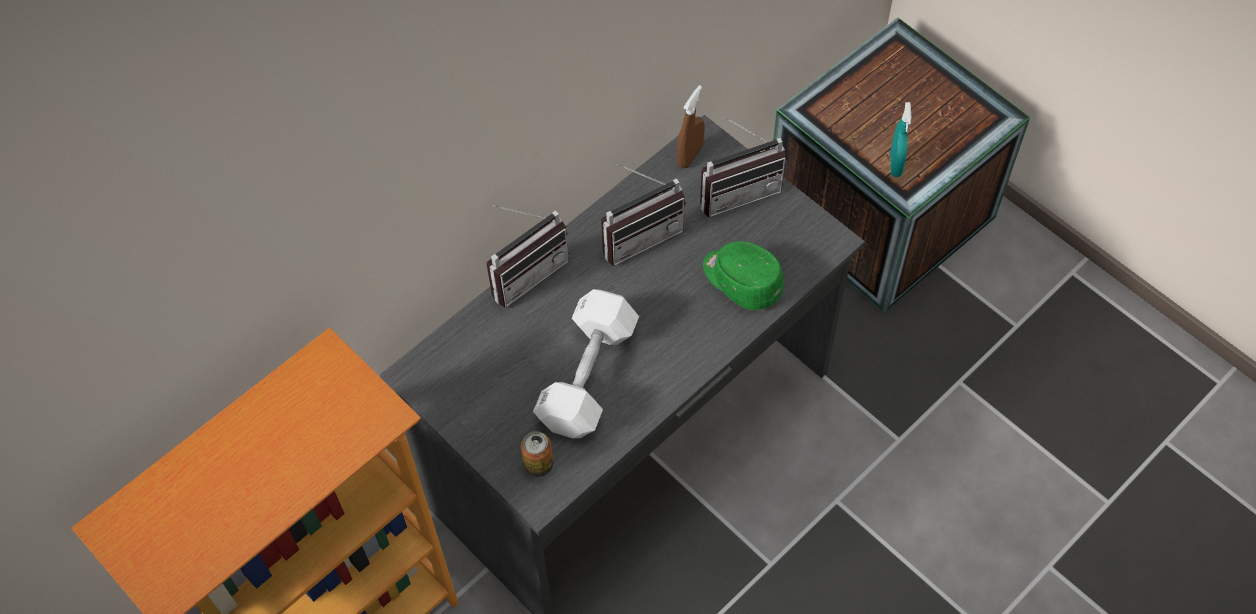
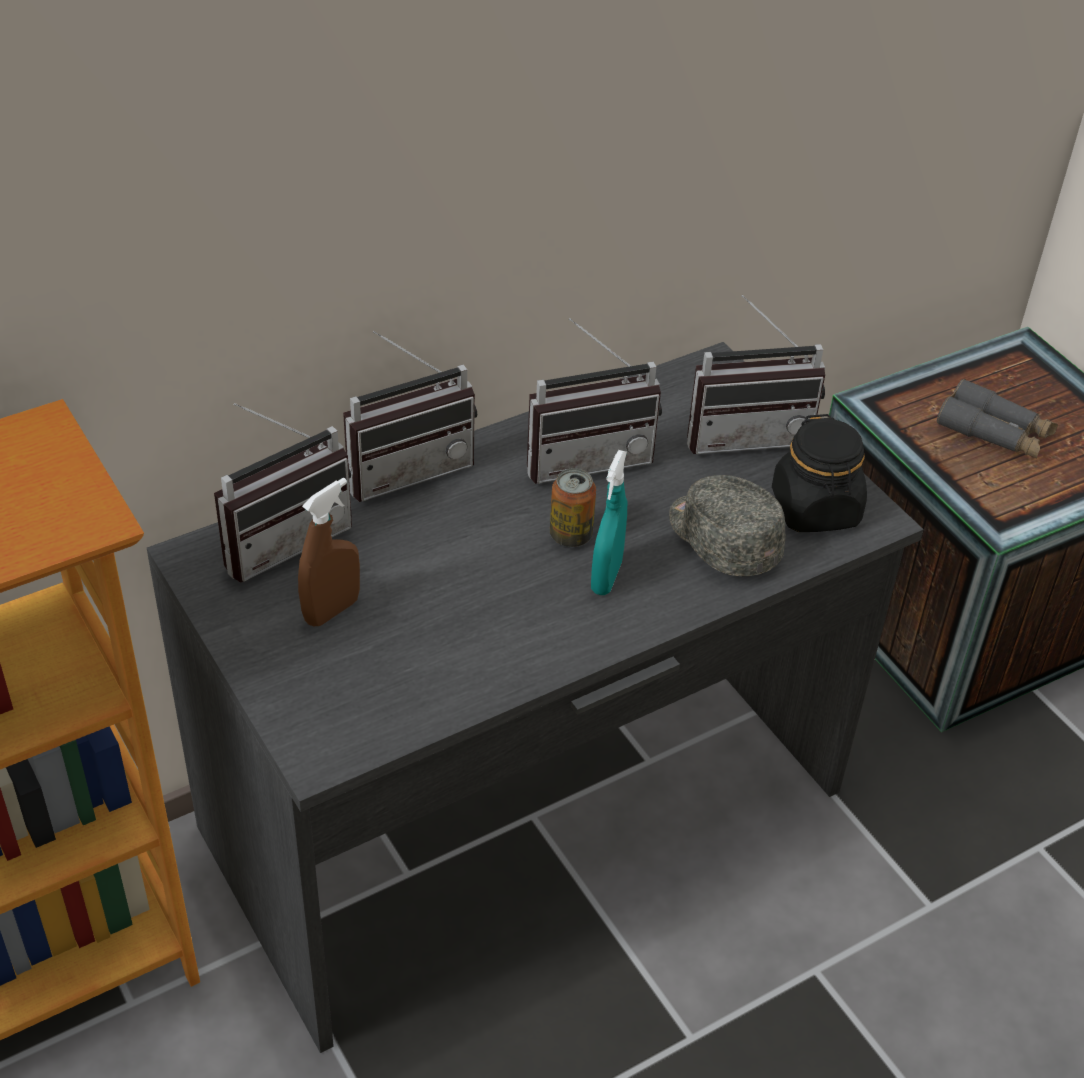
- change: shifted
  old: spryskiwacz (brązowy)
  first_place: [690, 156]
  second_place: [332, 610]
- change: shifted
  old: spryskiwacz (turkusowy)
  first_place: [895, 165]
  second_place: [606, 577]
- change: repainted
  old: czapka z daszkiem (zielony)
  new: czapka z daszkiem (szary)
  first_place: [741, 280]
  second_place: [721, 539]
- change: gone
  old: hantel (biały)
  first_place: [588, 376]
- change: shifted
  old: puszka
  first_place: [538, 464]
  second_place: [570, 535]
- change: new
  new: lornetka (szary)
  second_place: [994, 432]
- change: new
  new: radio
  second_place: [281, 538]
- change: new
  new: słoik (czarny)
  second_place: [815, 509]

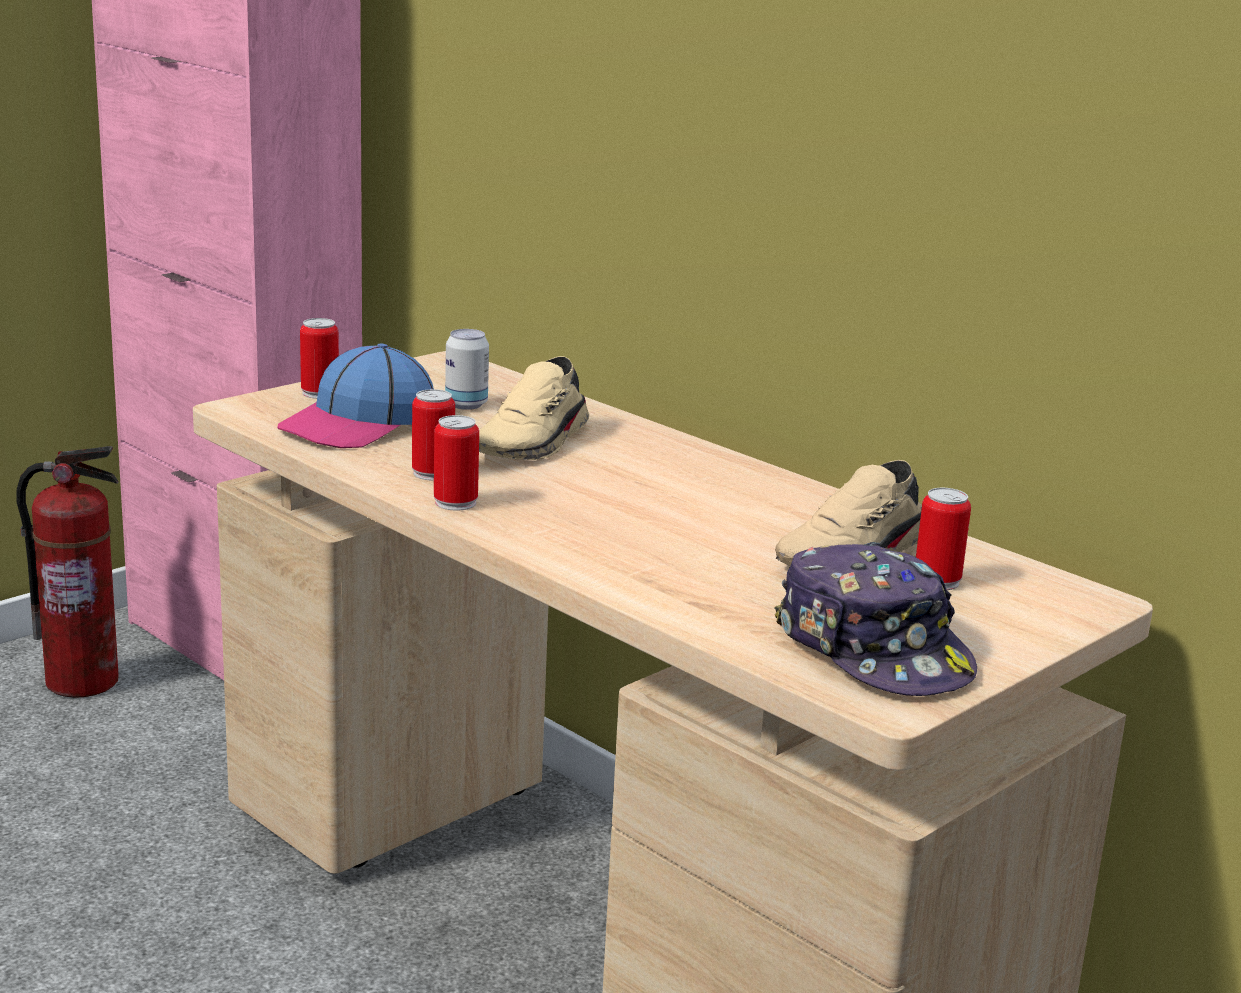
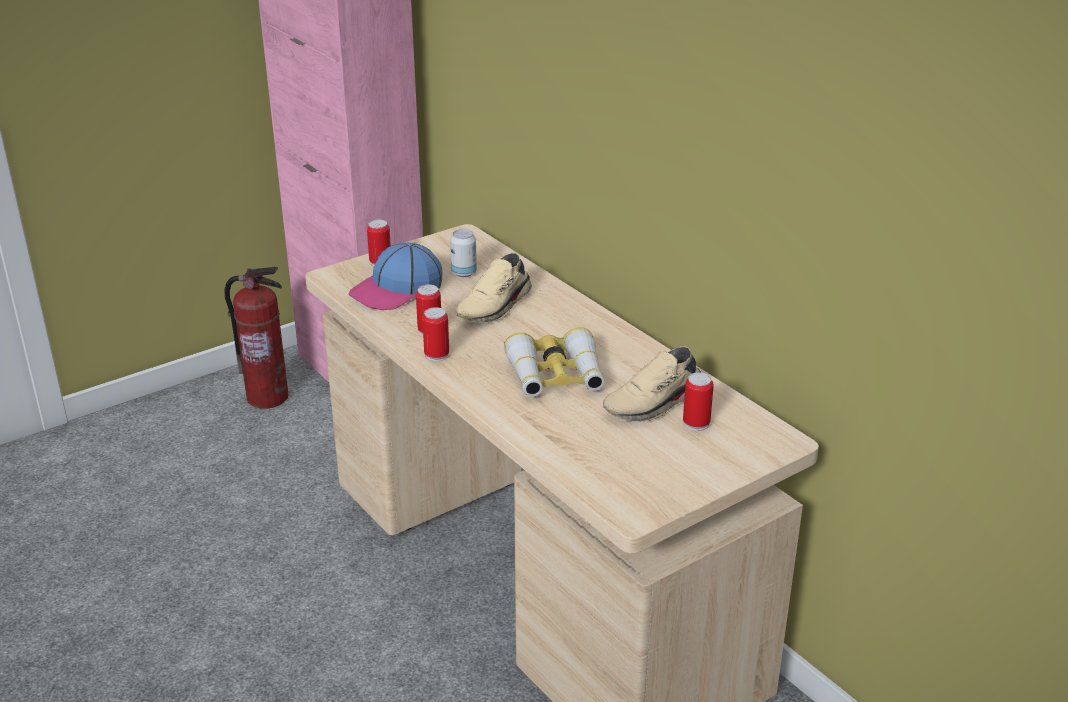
- change: gone
  old: czapka z daszkiem
  first_place: [874, 650]
- change: new
  new: lornetka
  second_place: [556, 376]

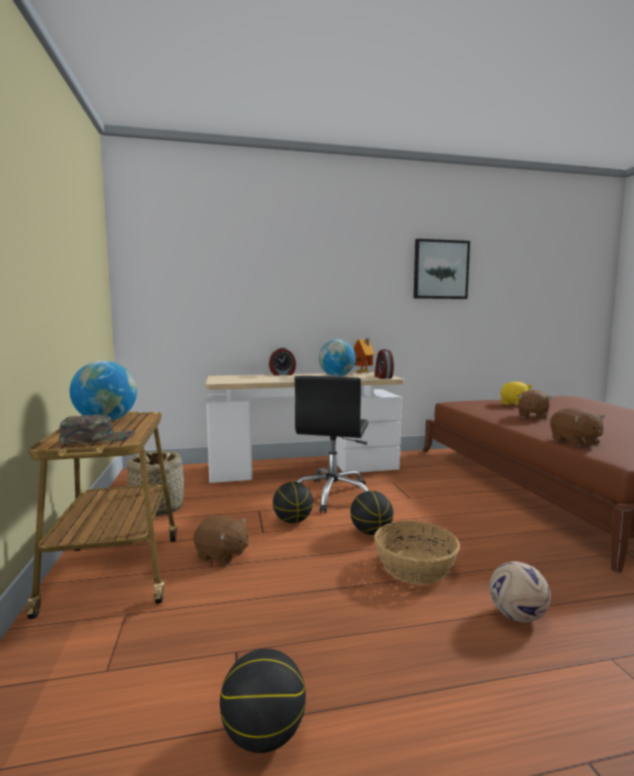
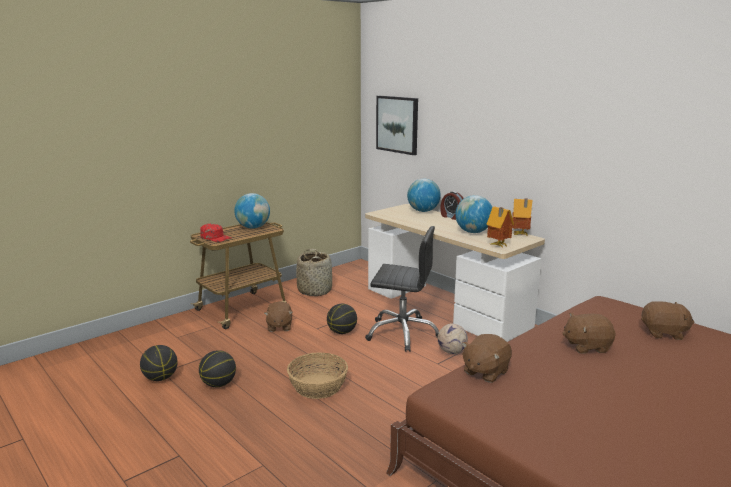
- change: shifted
  old: obraz
  first_place: [440, 269]
  second_place: [397, 124]
- change: swapped
  old: budzik
  new: domek
  first_place: [383, 377]
  second_place: [498, 246]
- change: rotated
  old: krzesło biurowe (czarny)
  first_place: [333, 495]
  second_place: [402, 333]
  degrees: -150
- change: repainted
  old: pluszak (żółty)
  new: pluszak (brązowy)
  first_place: [515, 404]
  second_place: [664, 333]
- change: repainted
  old: czapka z daszkiem (zielony)
  new: czapka z daszkiem (czerwony)
  first_place: [98, 438]
  second_place: [216, 237]
- change: shifted
  old: piłka do koszykówki
  first_place: [371, 532]
  second_place: [218, 384]
- change: shifted
  old: piłka futbolowa
  first_place: [516, 616]
  second_place: [451, 351]
- change: new
  new: globus
  second_place: [423, 211]

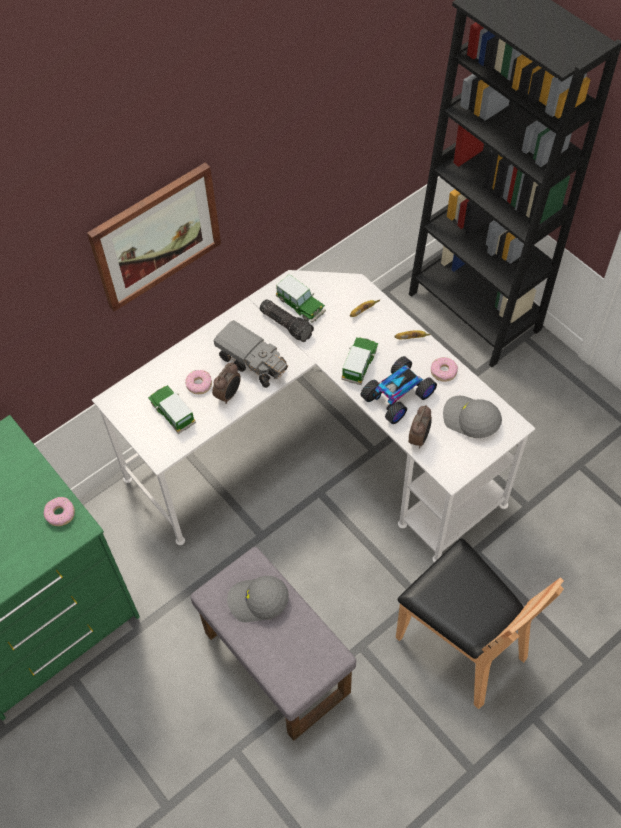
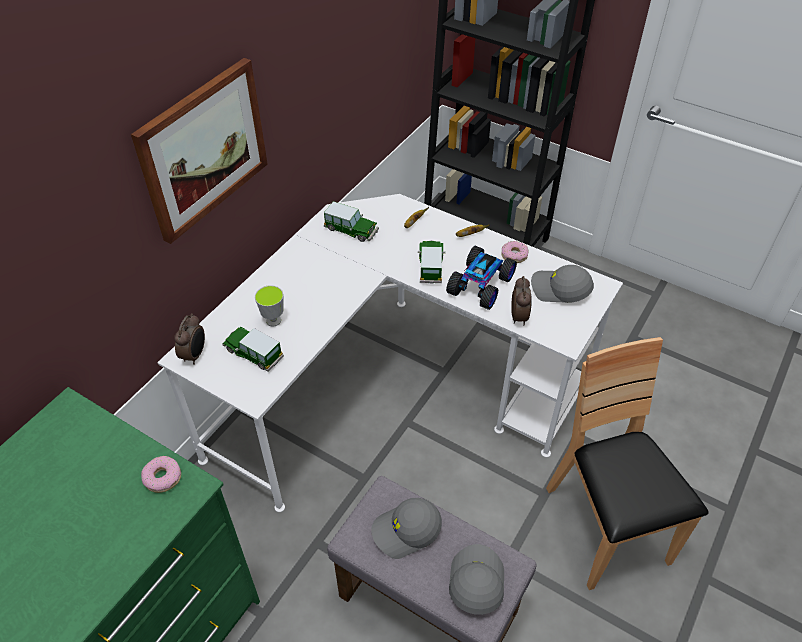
- change: gone
  old: latarka
  first_place: [287, 324]
- change: gone
  old: ciężarówka zabawkowa
  first_place: [253, 363]
- change: shifted
  old: budzik
  first_place: [229, 395]
  second_place: [195, 355]
- change: swapped
  old: donut
  new: filiżanka
  first_place: [199, 384]
  second_place: [273, 320]
- change: rotated
  old: krzesło (brązowy)
  first_place: [461, 644]
  second_place: [605, 527]
  degrees: -135
- change: new
  new: czapka z daszkiem (szary)
  second_place: [475, 582]

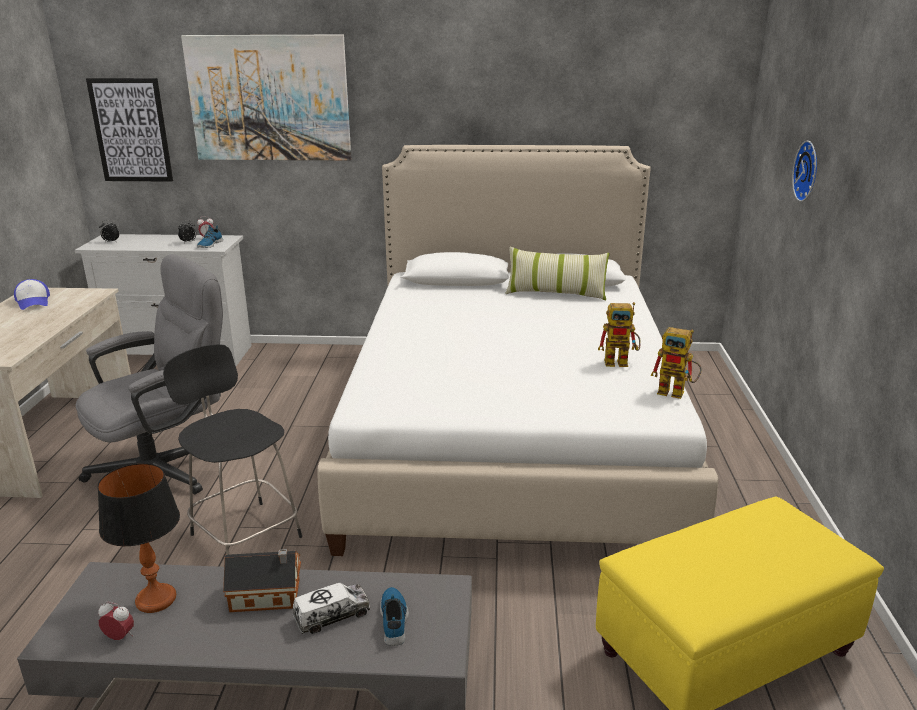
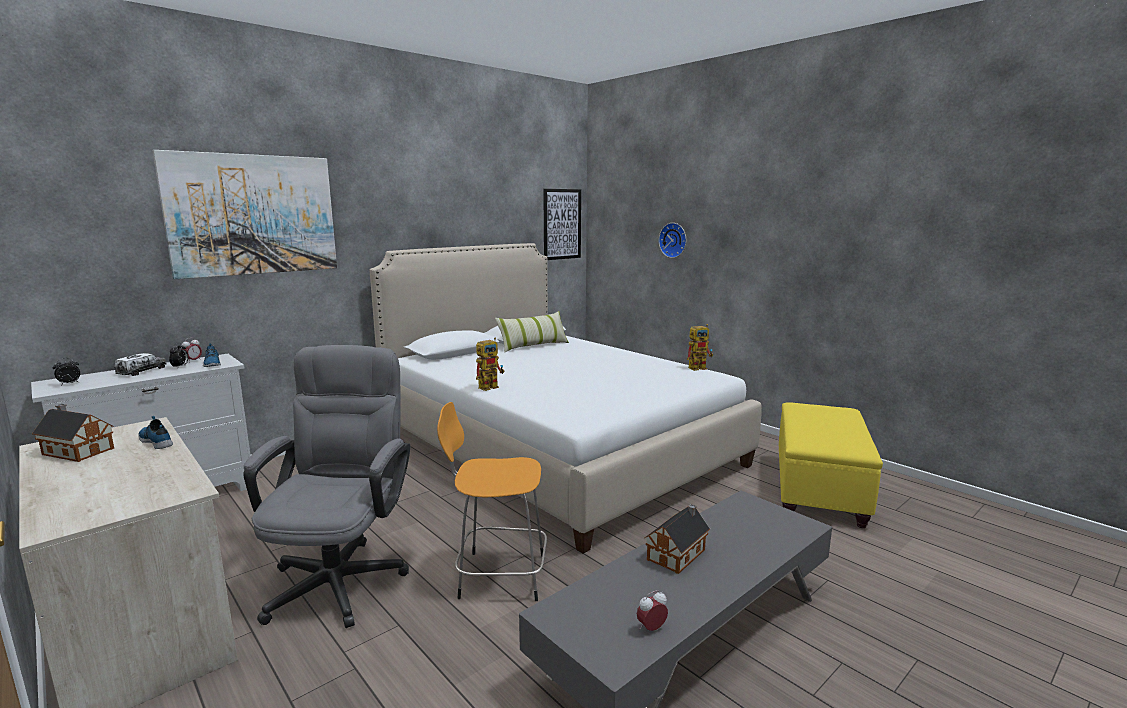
- change: shifted
  old: obraz
  first_place: [131, 130]
  second_place: [562, 224]
- change: swapped
  old: czapka z daszkiem
  new: domek
  first_place: [33, 302]
  second_place: [77, 451]
- change: shifted
  old: robot zabawkowy
  first_place: [621, 362]
  second_place: [491, 386]
- change: repainted
  old: stołek (czarny)
  new: stołek (pomarańczowy)
  first_place: [244, 534]
  second_place: [499, 575]
- change: gone
  old: lampa stołowa
  first_place: [156, 599]
- change: shifted
  old: ciężarówka zabawkowa
  first_place: [332, 616]
  second_place: [142, 371]
- change: shifted
  old: but
  first_place: [394, 619]
  second_place: [157, 441]

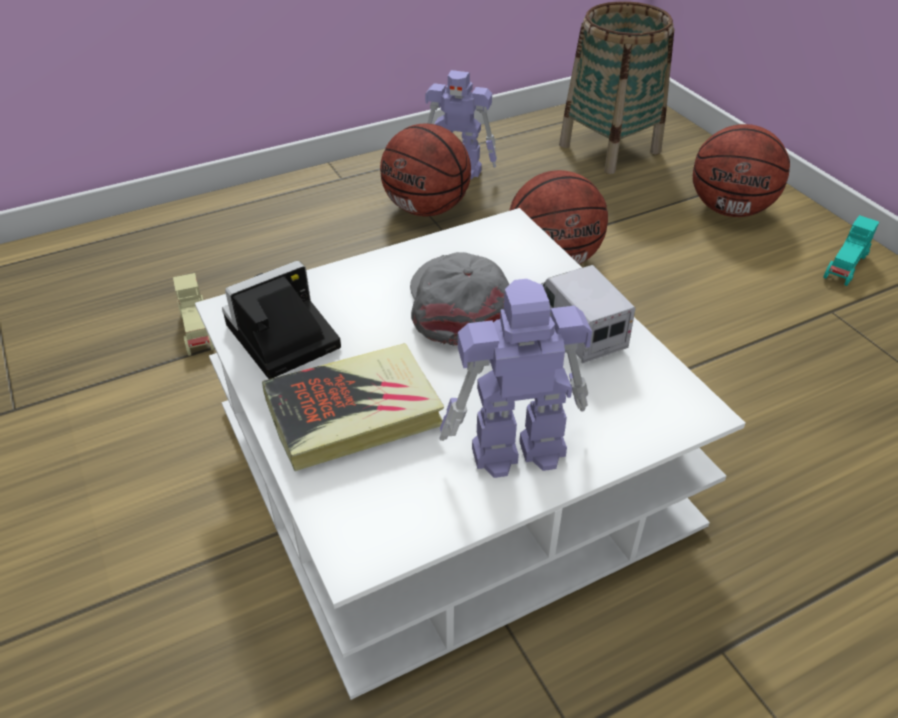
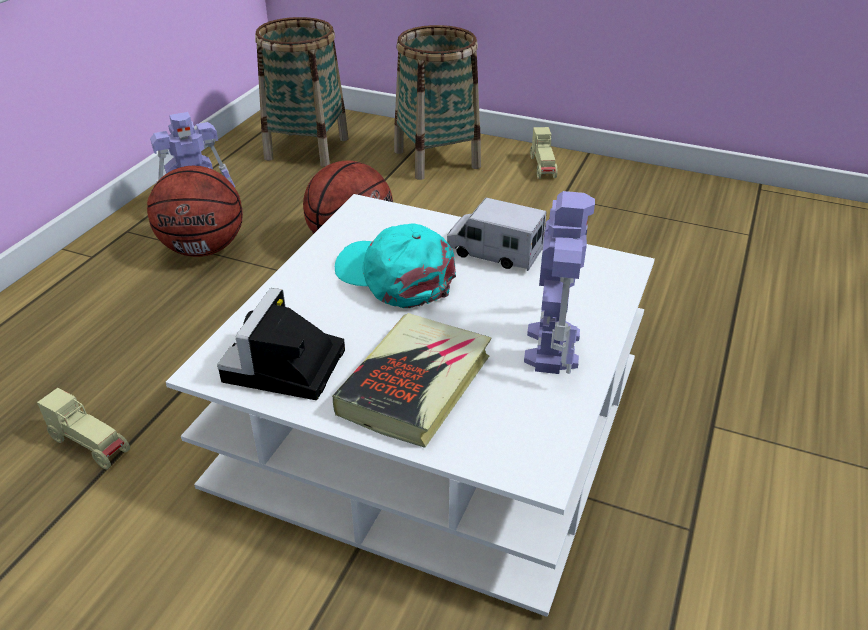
- change: swapped
  old: piłka do koszykówki
  new: koszyk
  first_place: [730, 209]
  second_place: [436, 159]
- change: repainted
  old: samochodzik (turkusowy)
  new: samochodzik (beżowy)
  first_place: [845, 267]
  second_place: [543, 167]
- change: repainted
  old: czapka z daszkiem (szary)
  new: czapka z daszkiem (turkusowy)
  first_place: [459, 305]
  second_place: [395, 276]
- change: rotated
  old: robot zabawkowy
  first_place: [514, 450]
  second_place: [552, 346]
  degrees: 150

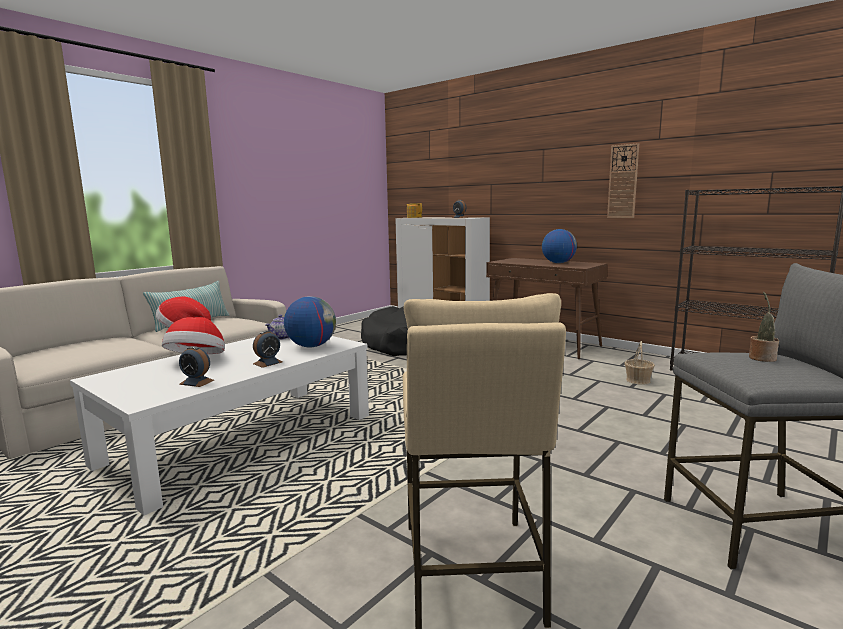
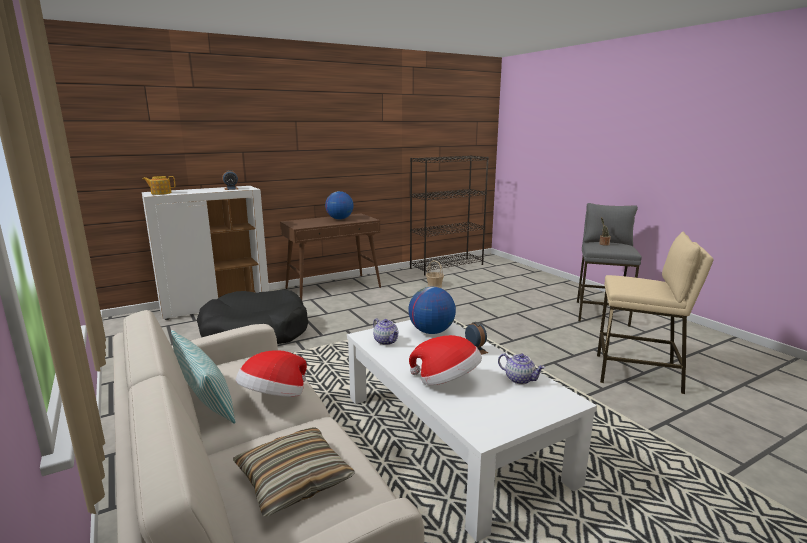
- change: gone
  old: zegar ścienny
  first_place: [623, 181]
- change: swapped
  old: budzik
  new: imbryk
  first_place: [196, 382]
  second_place: [520, 379]
- change: new
  new: poduszka
  second_place: [294, 480]

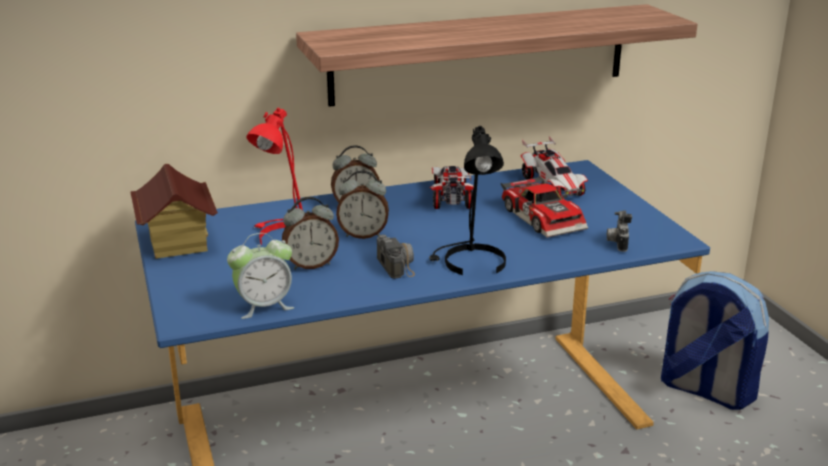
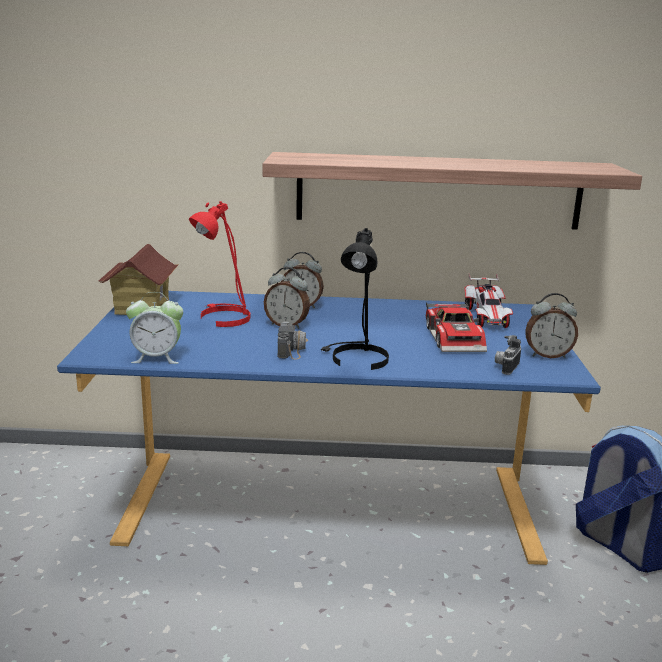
- change: gone
  old: samochodzik
  first_place: [451, 197]
- change: shifted
  old: budzik
  first_place: [311, 265]
  second_place: [547, 355]

